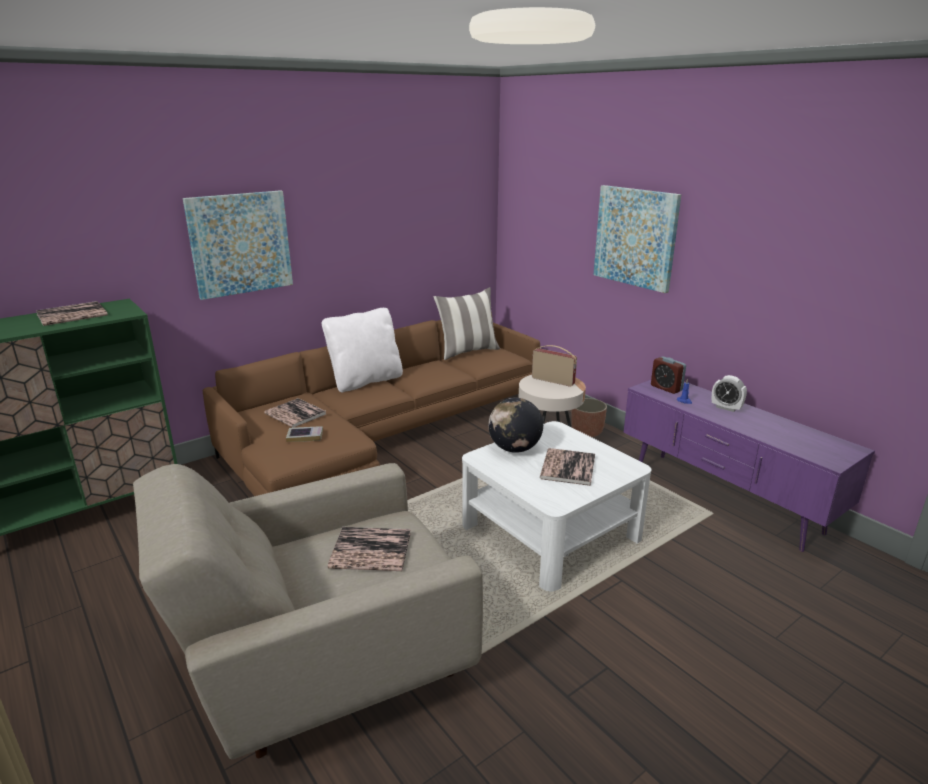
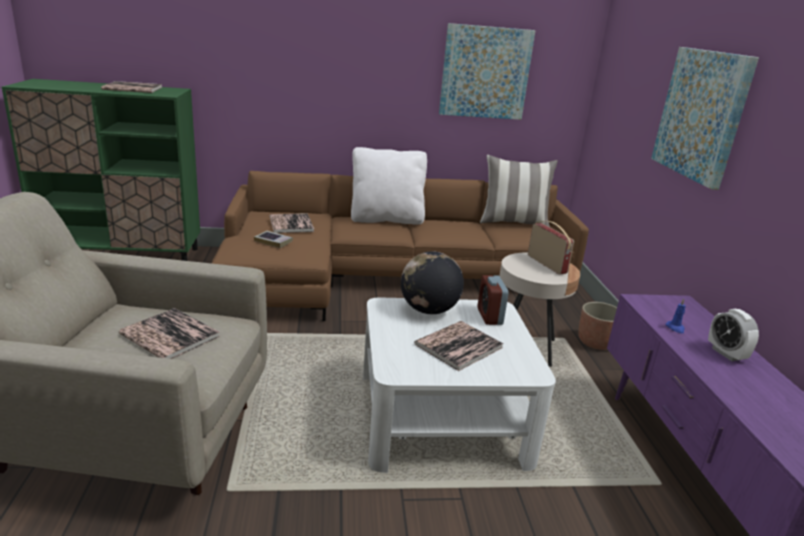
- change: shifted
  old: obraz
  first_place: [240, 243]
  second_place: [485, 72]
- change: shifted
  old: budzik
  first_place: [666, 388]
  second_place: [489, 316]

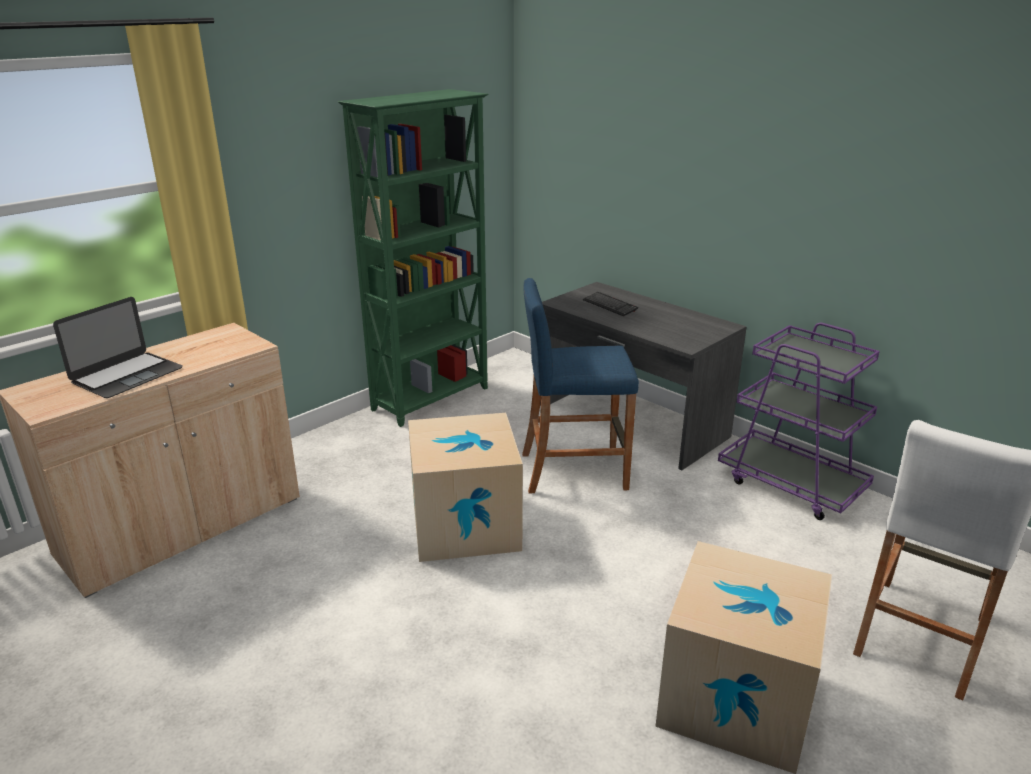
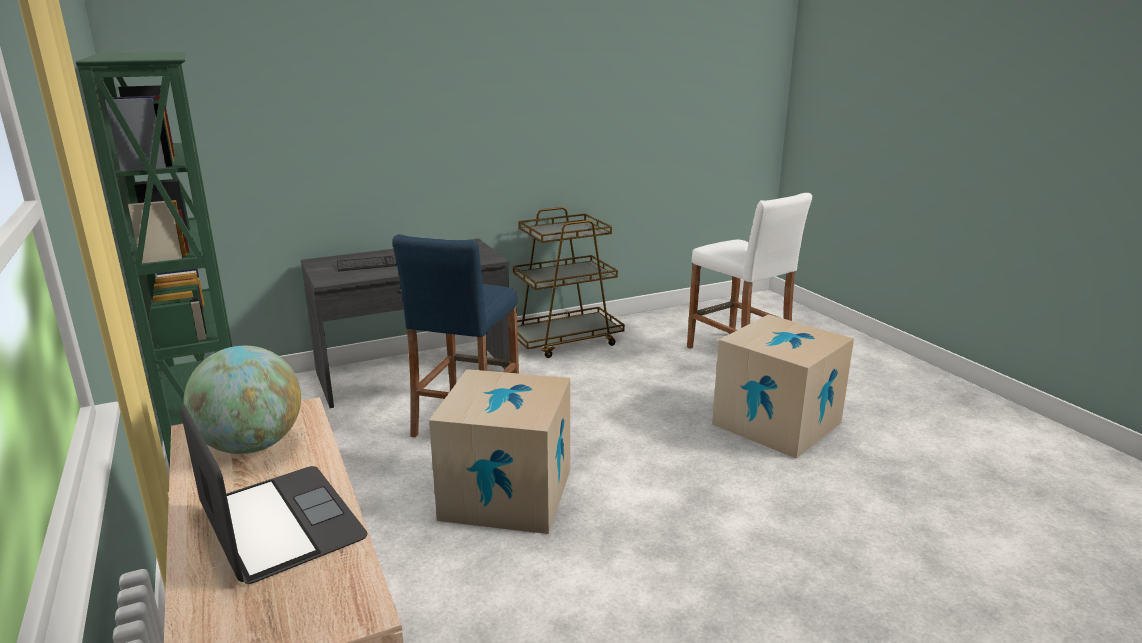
- change: repainted
  old: wózek (fioletowy)
  new: wózek (brązowy)
  first_place: [791, 484]
  second_place: [565, 341]
- change: new
  new: globus
  second_place: [252, 446]

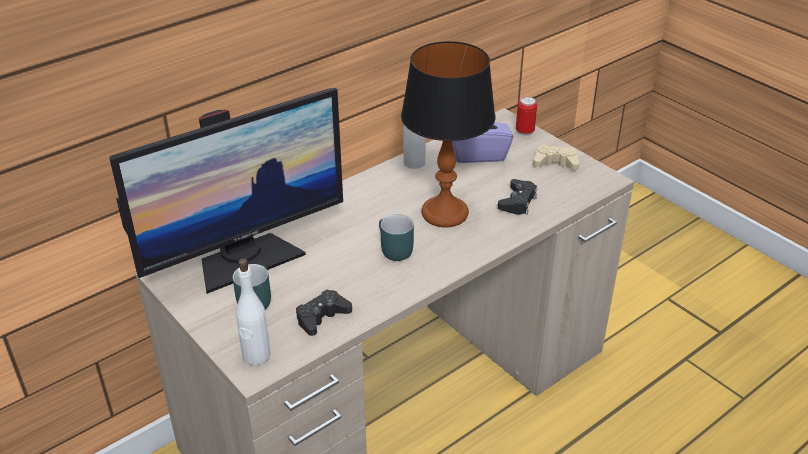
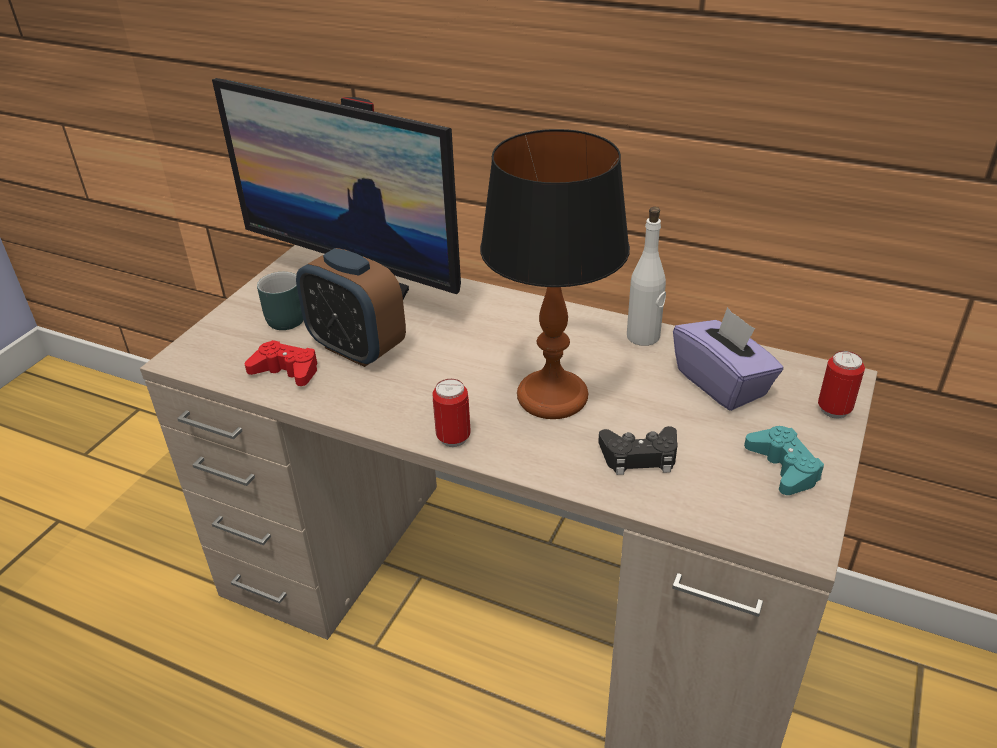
- change: repainted
  old: pad do gier (beżowy)
  new: pad do gier (turkusowy)
  first_place: [555, 163]
  second_place: [783, 467]
- change: gone
  old: kubek (turkusowy)
  first_place: [392, 250]
- change: gone
  old: butelka (biały)
  first_place: [256, 355]
- change: repainted
  old: pad do gier (czarny)
  new: pad do gier (czerwony)
  first_place: [322, 317]
  second_place: [286, 371]
- change: new
  new: budzik
  second_place: [357, 348]
- change: new
  new: puszka
  second_place: [453, 438]

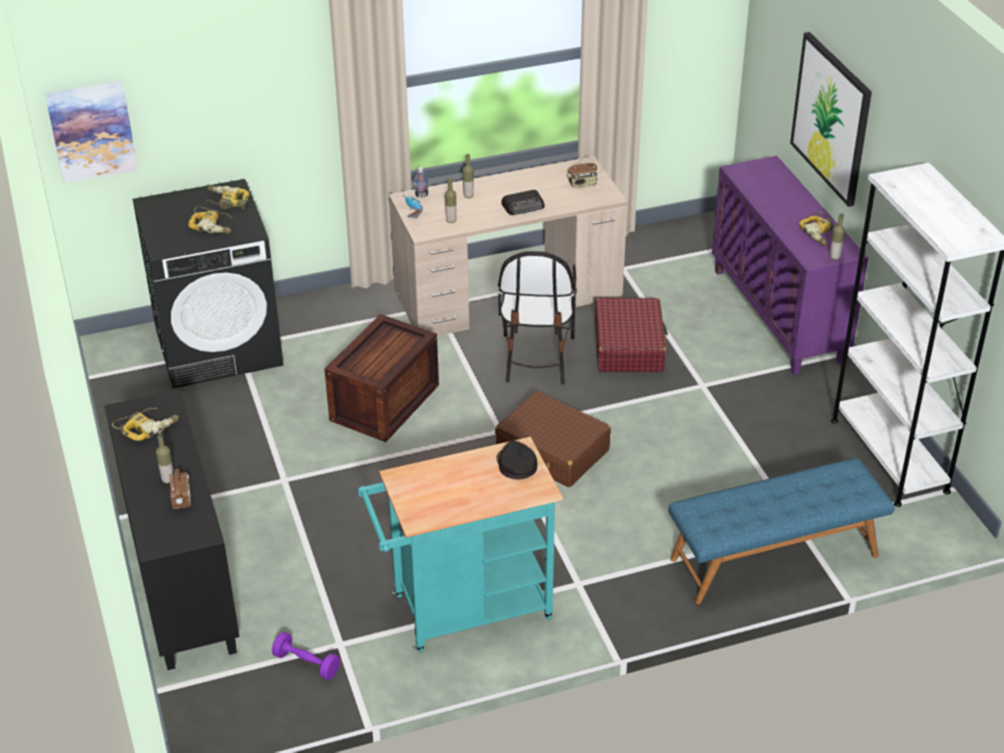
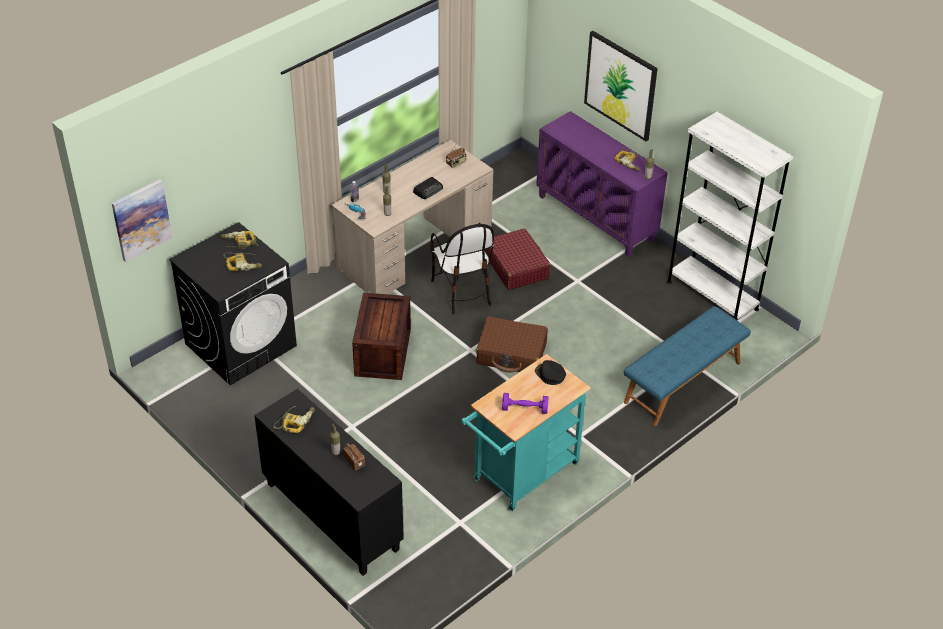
- change: shifted
  old: hantel (fioletowy)
  first_place: [306, 664]
  second_place: [524, 409]

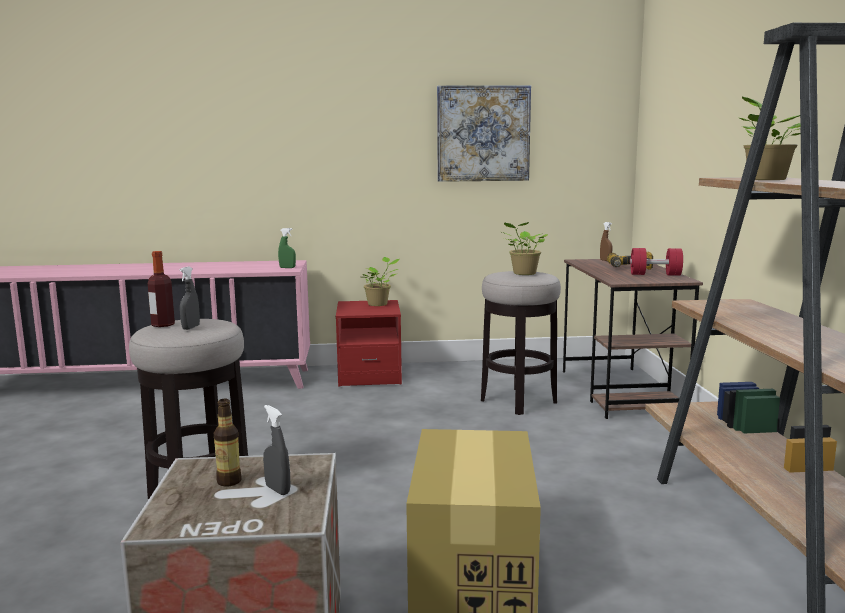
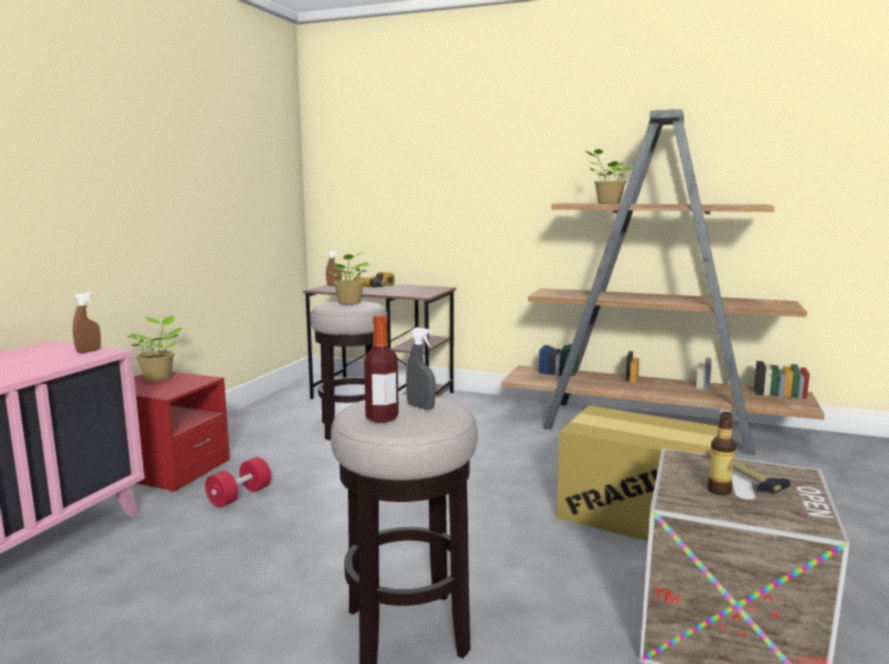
- change: gone
  old: obraz
  first_place: [483, 134]
- change: repainted
  old: spryskiwacz (zielony)
  new: spryskiwacz (brązowy)
  first_place: [287, 267]
  second_place: [89, 351]
- change: shifted
  old: hantel (czerwony)
  first_place: [655, 274]
  second_place: [239, 496]
- change: swapped
  old: spryskiwacz (szary)
  new: młotek
  first_place: [277, 490]
  second_place: [740, 475]

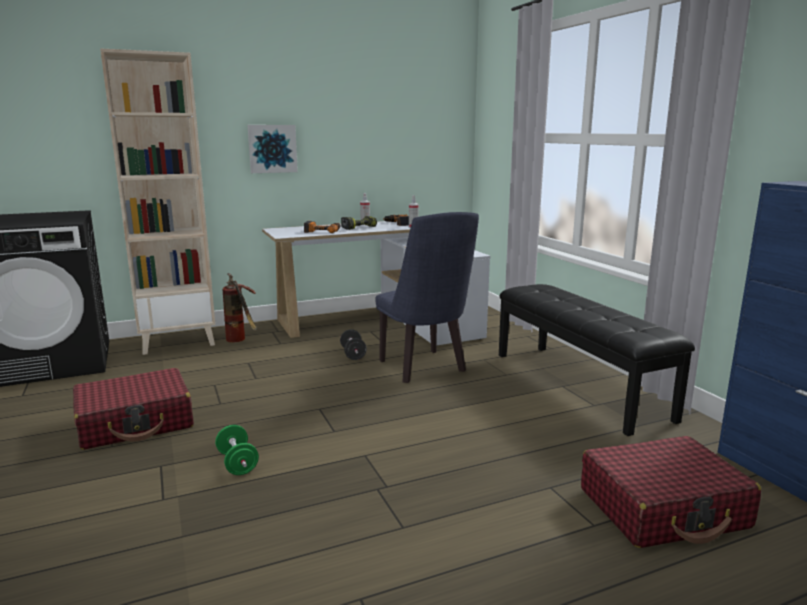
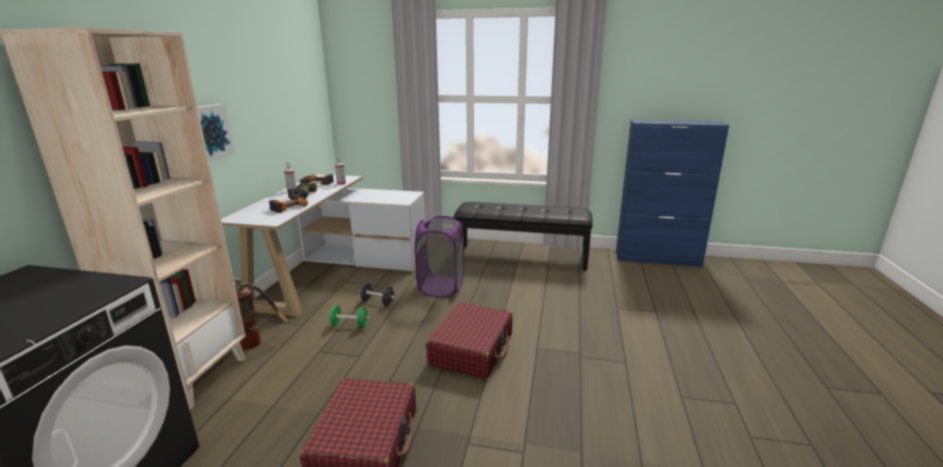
- change: swapped
  old: krzesło (niebieski)
  new: kosz na pranie (fioletowy)
  first_place: [425, 369]
  second_place: [441, 287]
- change: shifted
  old: hantel (zielony)
  first_place: [237, 463]
  second_place: [349, 325]
- change: shifted
  old: walizka (czerwony)
  first_place: [663, 508]
  second_place: [472, 350]

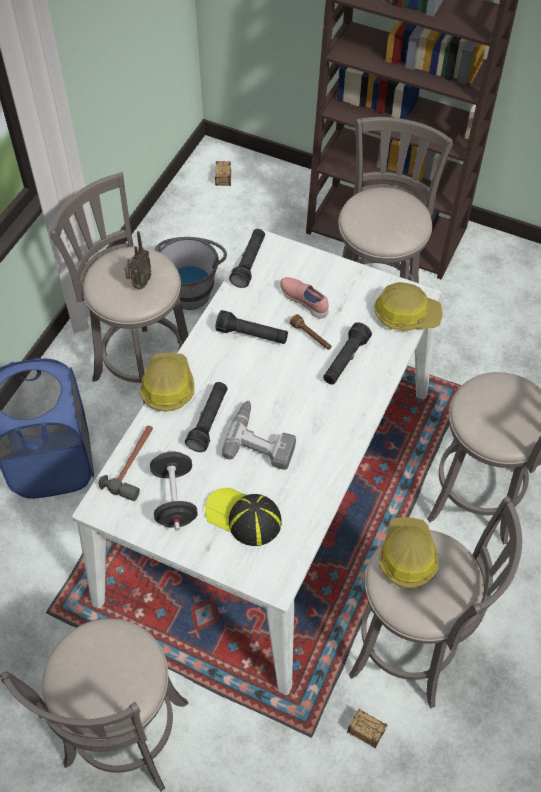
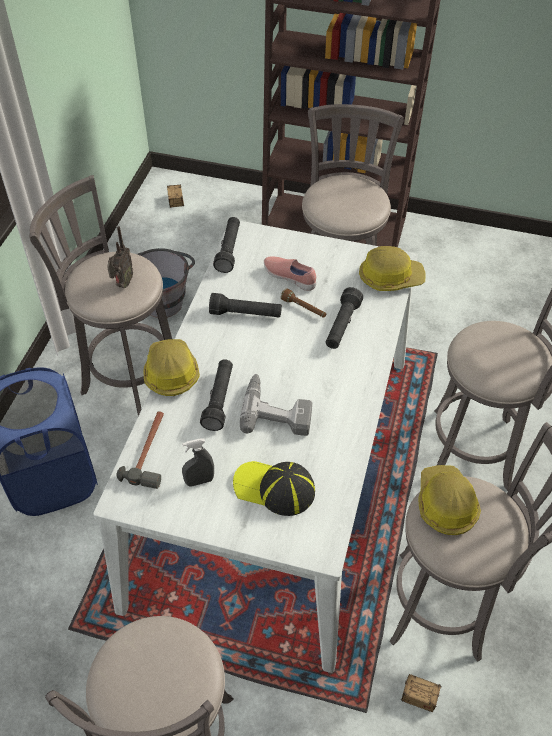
- change: swapped
  old: hantel (czarny)
  new: spryskiwacz (szary)
  first_place: [175, 499]
  second_place: [199, 481]

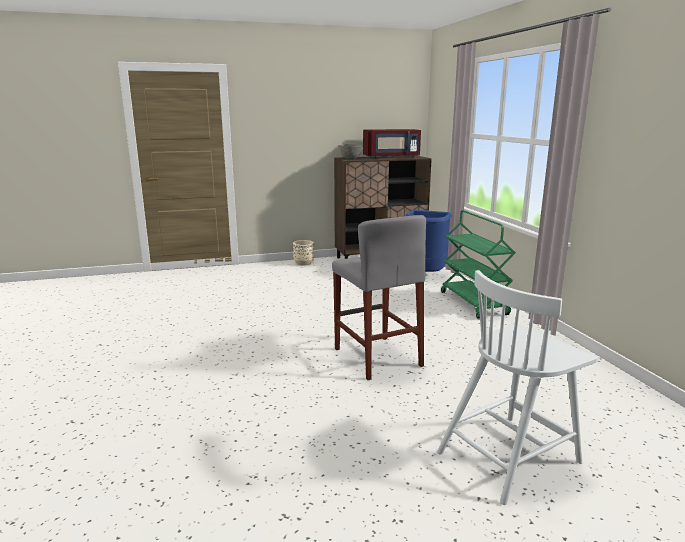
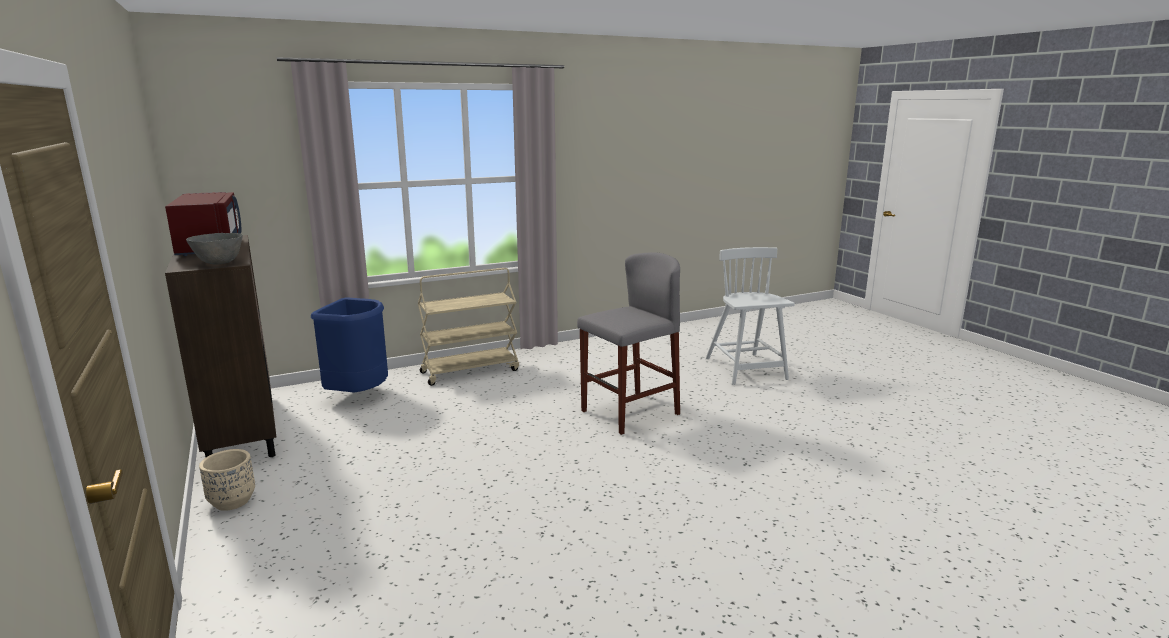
- change: repainted
  old: wózek (zielony)
  new: wózek (beżowy)
  first_place: [474, 303]
  second_place: [470, 371]
- change: rotated
  old: krzesło (biały)
  first_place: [509, 456]
  second_place: [746, 369]
  degrees: -150

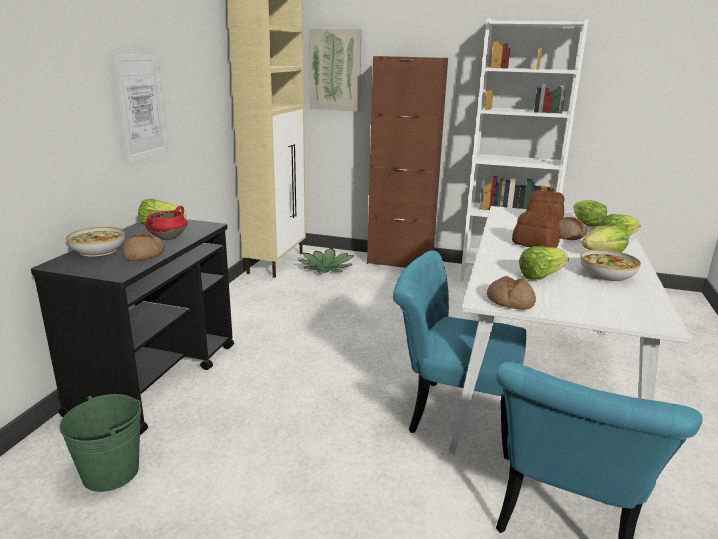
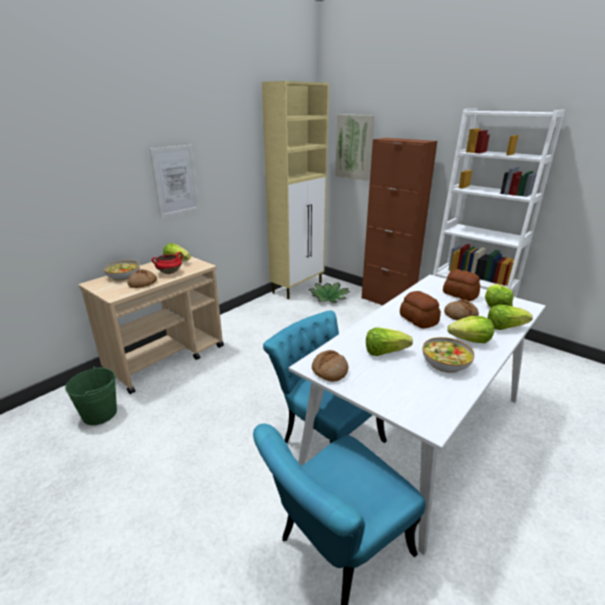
- change: repainted
  old: wózek (czarny)
  new: wózek (beżowy)
  first_place: [158, 377]
  second_place: [166, 358]

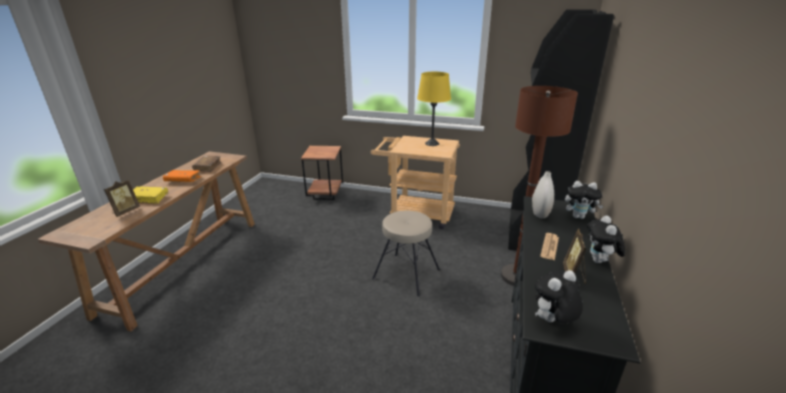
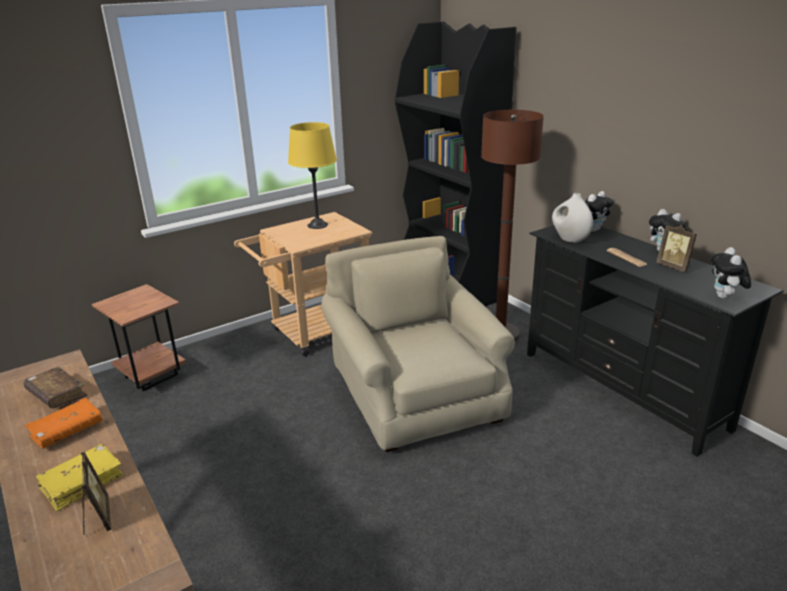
- change: swapped
  old: stołek (beżowy)
  new: fotel (beżowy)
  first_place: [406, 273]
  second_place: [415, 393]

